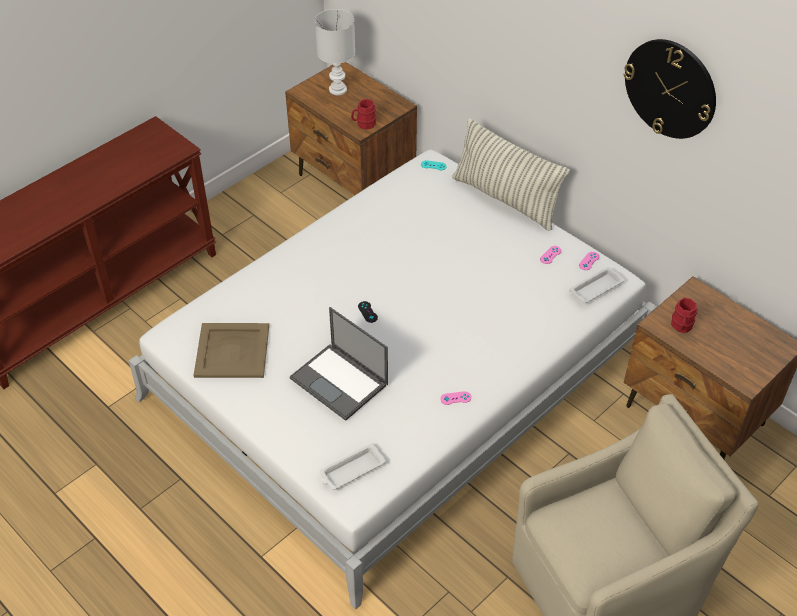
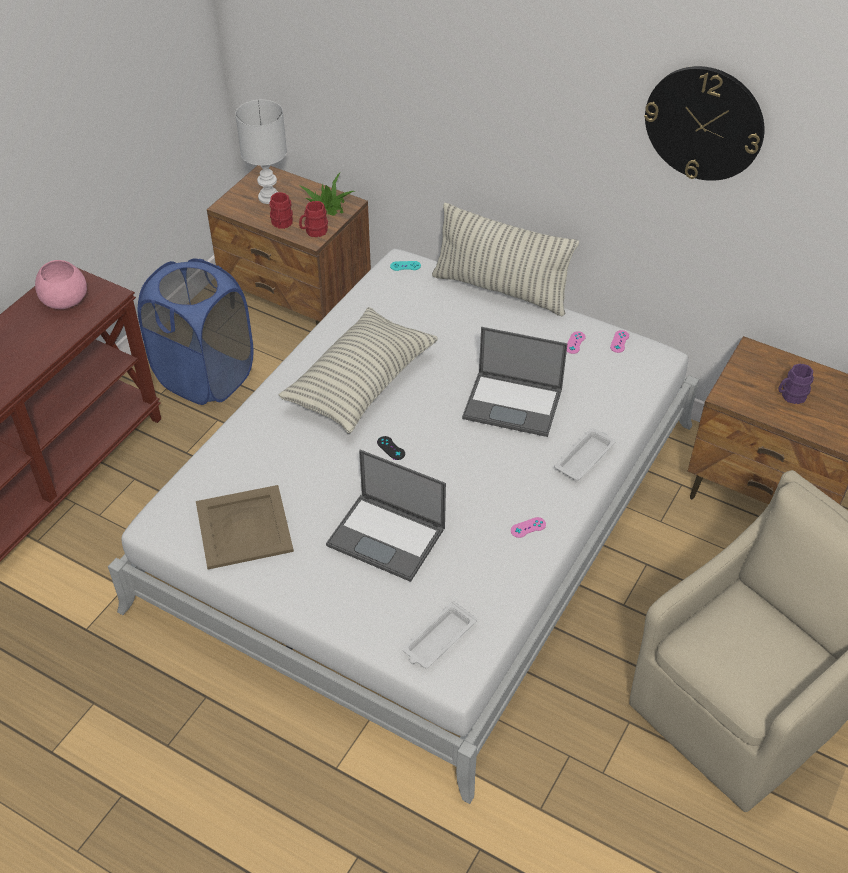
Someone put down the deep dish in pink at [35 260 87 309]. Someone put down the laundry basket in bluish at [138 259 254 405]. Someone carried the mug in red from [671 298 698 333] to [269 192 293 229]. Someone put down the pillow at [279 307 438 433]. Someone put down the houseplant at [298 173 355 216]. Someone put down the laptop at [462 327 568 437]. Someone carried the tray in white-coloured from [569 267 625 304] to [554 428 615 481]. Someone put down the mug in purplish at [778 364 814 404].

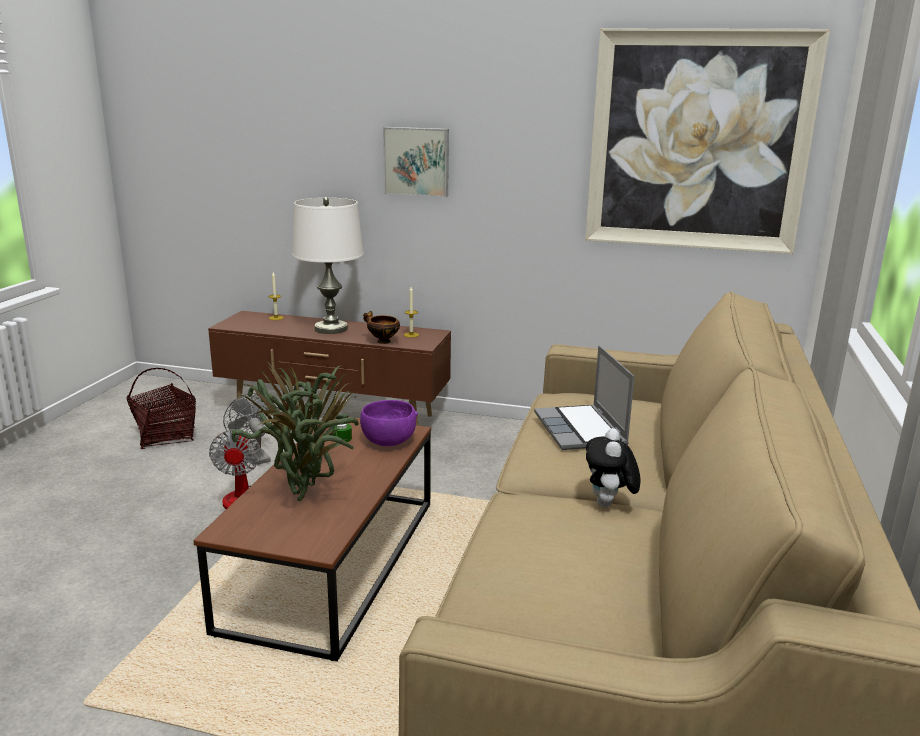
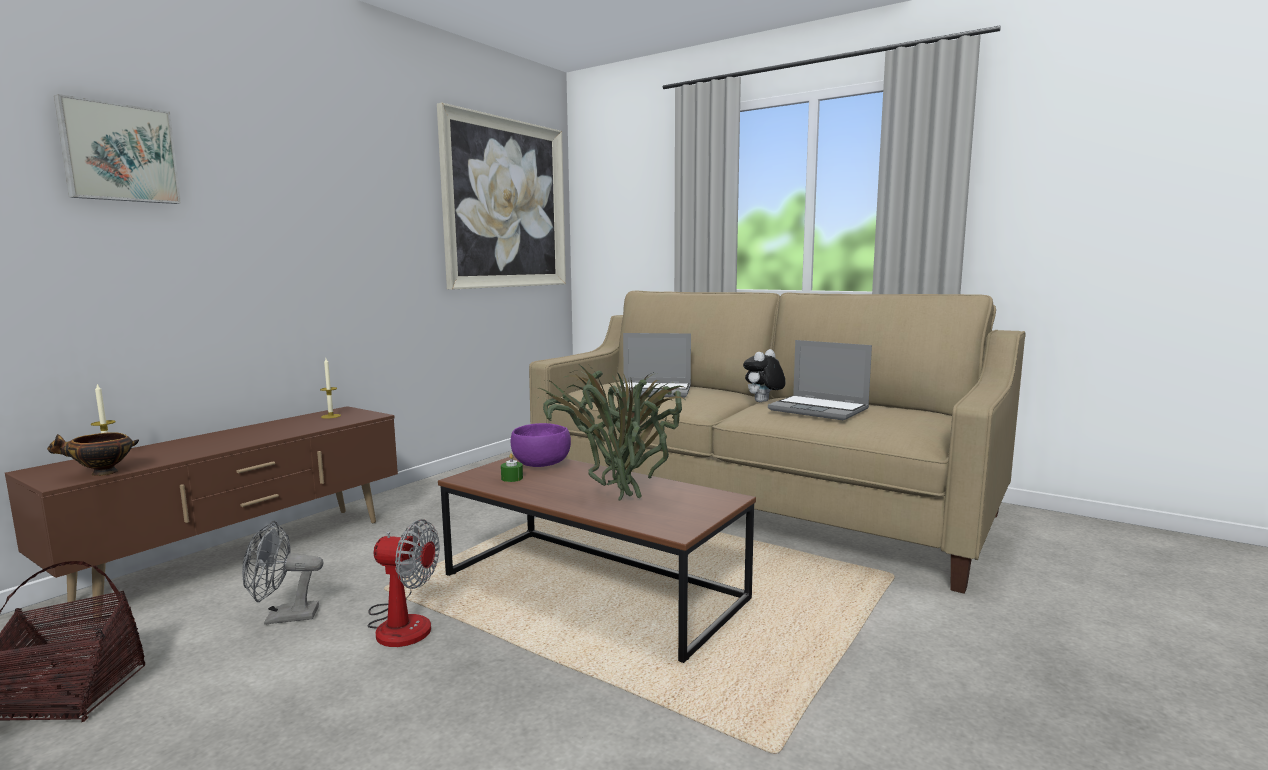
Someone carried the deep dish from [363 311 400 344] to [47 432 139 476]. Someone carried the wall picture from [383 127 449 197] to [54 94 181 204]. Someone rotated the plush toy at [586 428 641 508] by 105 degrees clockwise. Someone put down the laptop at [768 340 872 421]. Someone took away the tabletop lamp in white-coloured at [292 197 364 334].

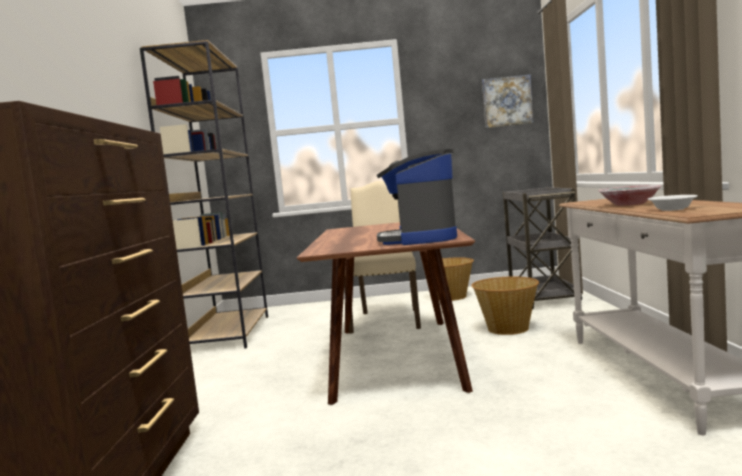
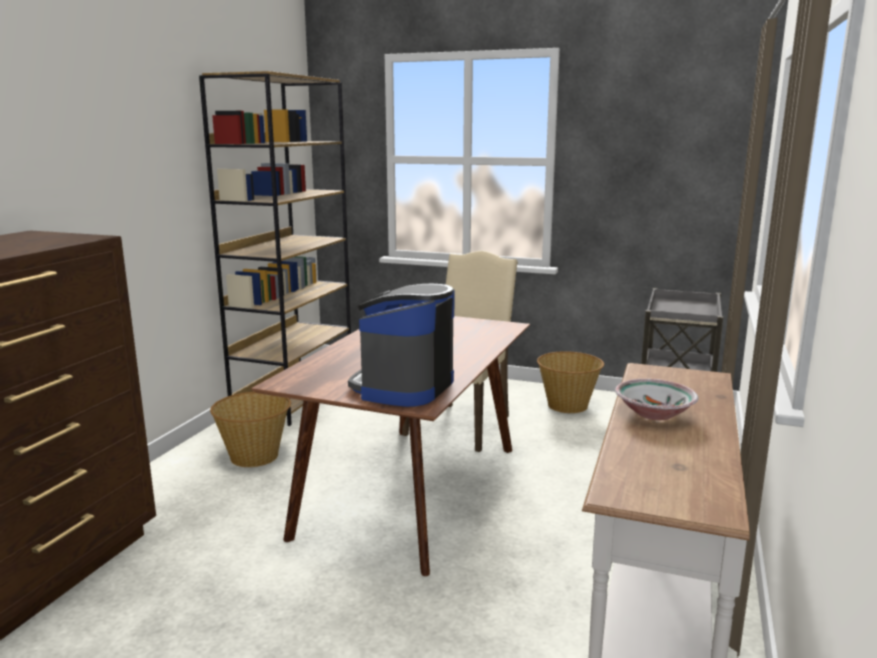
Someone carried the household basket from [471 277 539 335] to [210 392 291 467]. Someone took away the wall picture at [482 75 534 128]. Someone took away the deep dish in white-coloured at [648 195 698 211].

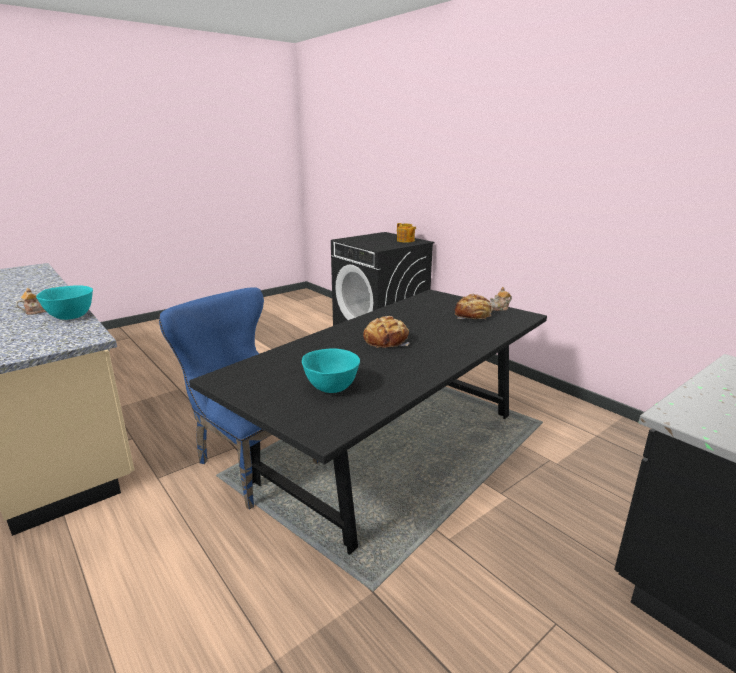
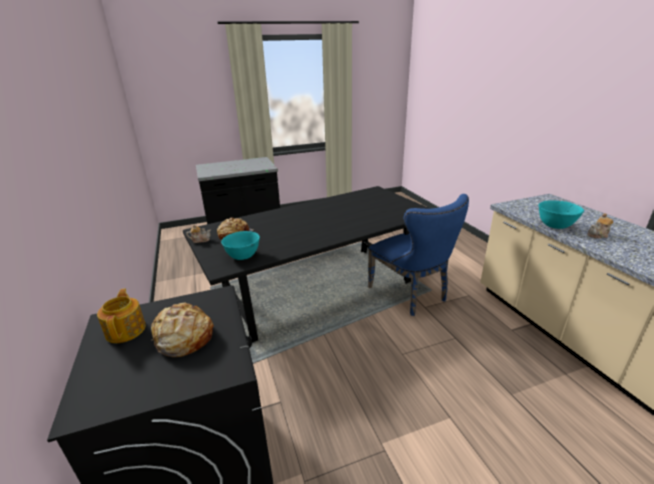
Someone carried the bread from [363 316 409 348] to [151 303 214 357]. Someone carried the deep dish in turquoise from [302 348 360 393] to [221 231 260 260].

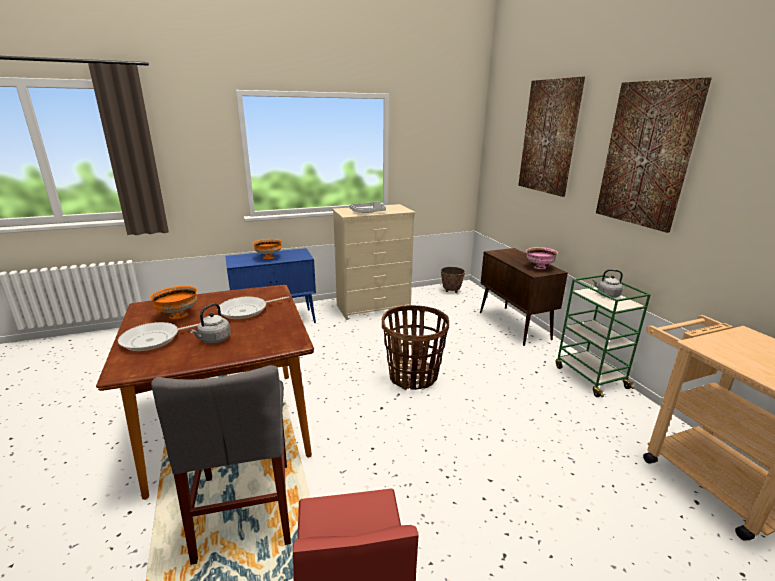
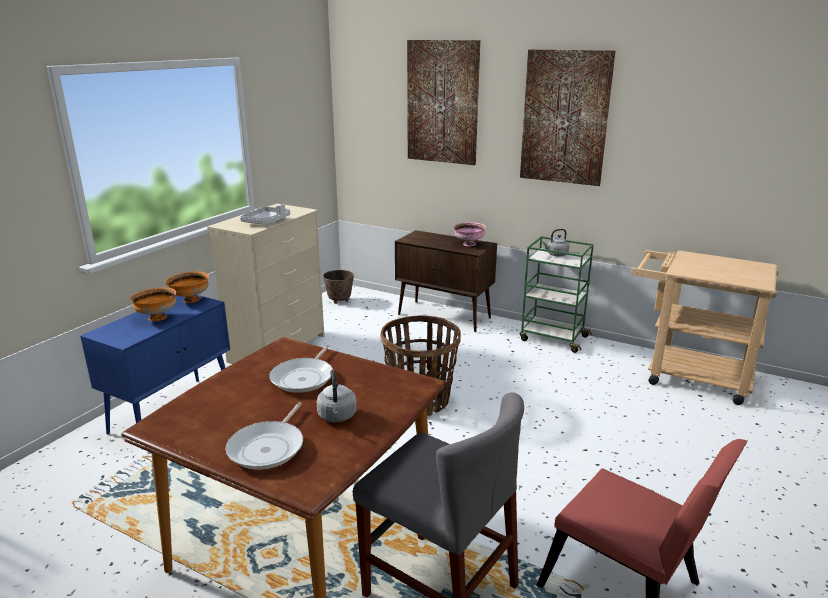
Someone carried the deep dish in orange-coloured from [149 286 197 319] to [165 271 209 303].

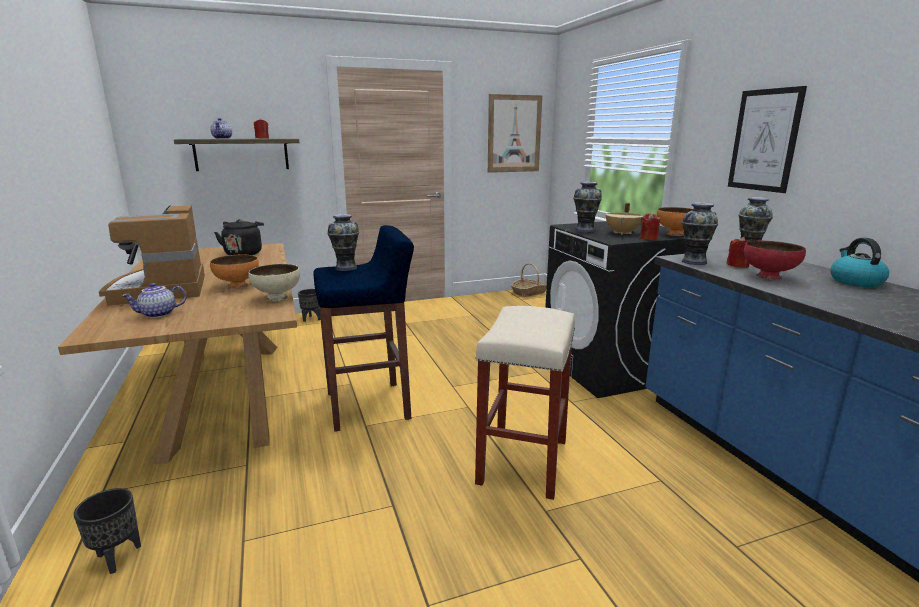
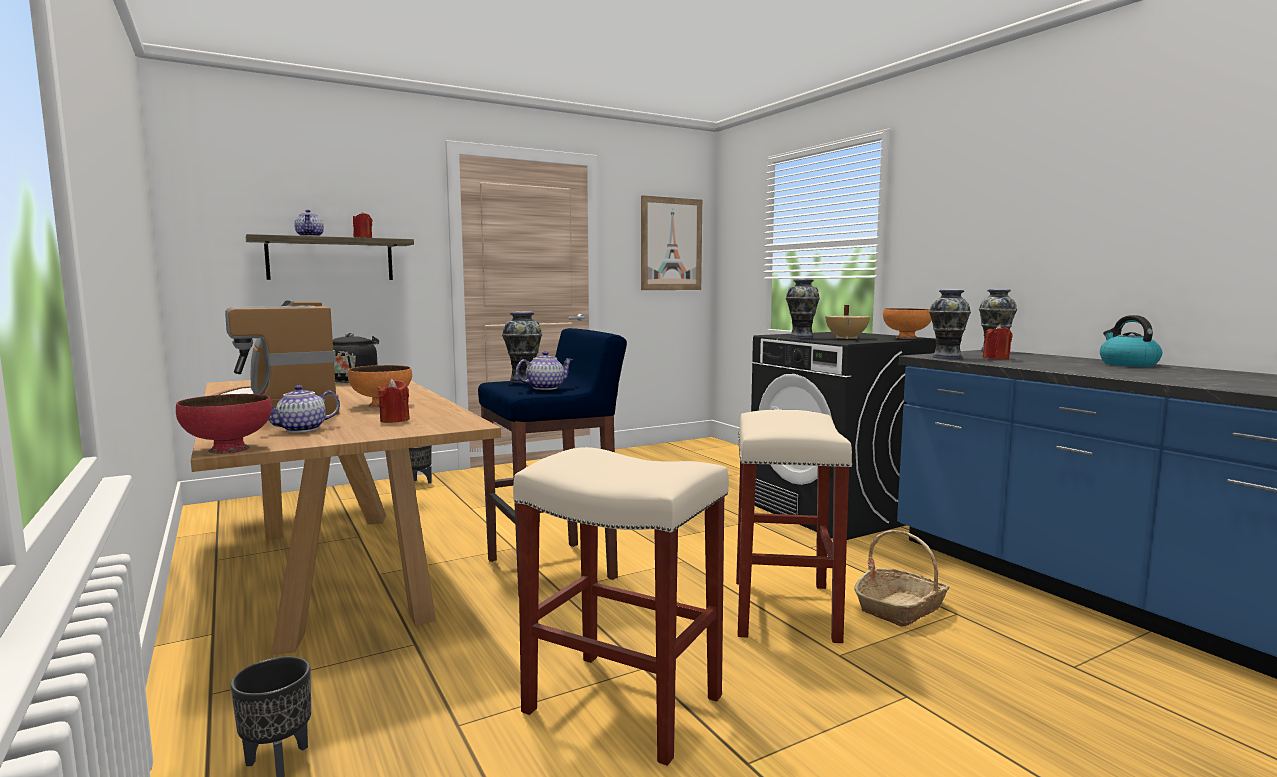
Someone carried the deep dish in red from [744 241 806 280] to [176 394 272 453]. Someone carried the wax light in red from [640 213 660 240] to [378 379 410 423]. Someone put down the stool seat in sand-coloured at [513 447 729 766]. Someone put down the tea pot at [516 351 573 390]. Someone carried the household basket from [511 263 547 297] to [854 530 949 627]. Someone took away the deep dish in sand-coloured at [248 264 300 301]. Someone took away the wall picture at [728 86 807 193].

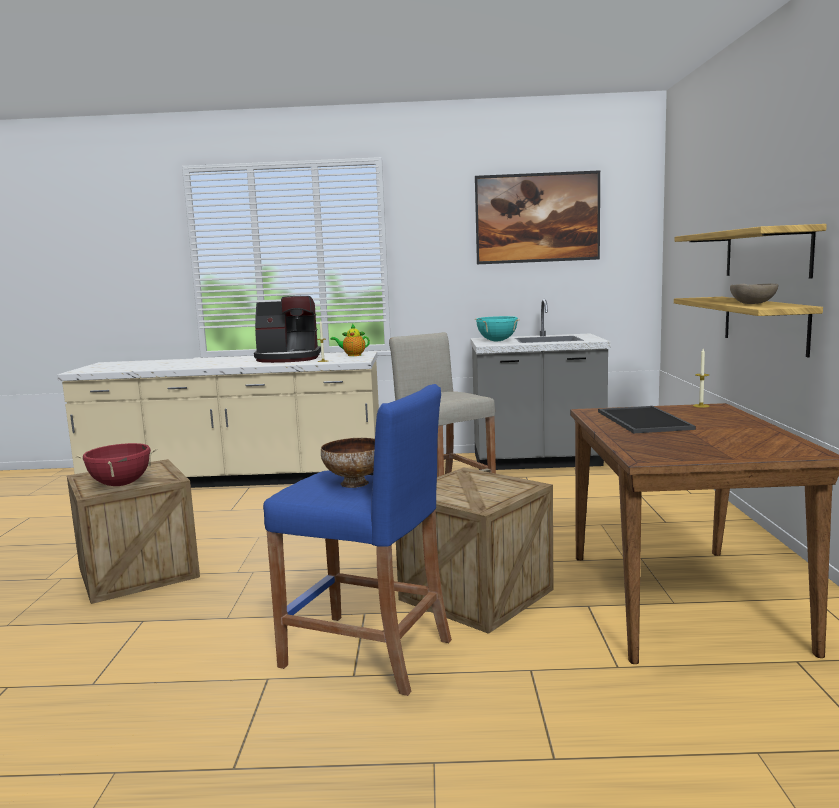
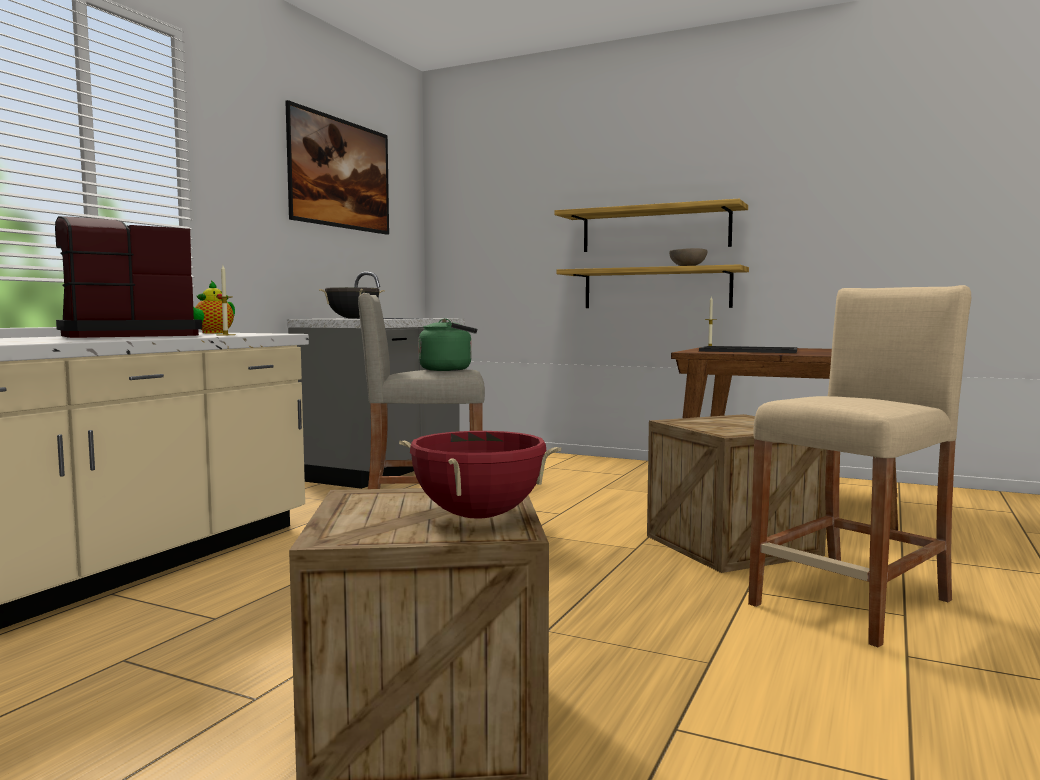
Someone rotated the coffee machine at [254 296 321 363] by 150 degrees counterclockwise. Someone repainted the saucepot in turquoise at [475 316 520 341], which became the saucepot in black at [319 287 385 319]. Someone put down the kettle in green at [419 318 477 371]. Someone repainted the stool seat in bluish at [263 384 452 696], which became the stool seat in sand-coloured at [748 285 971 648]. Someone took away the deep dish at [321 438 375 488].

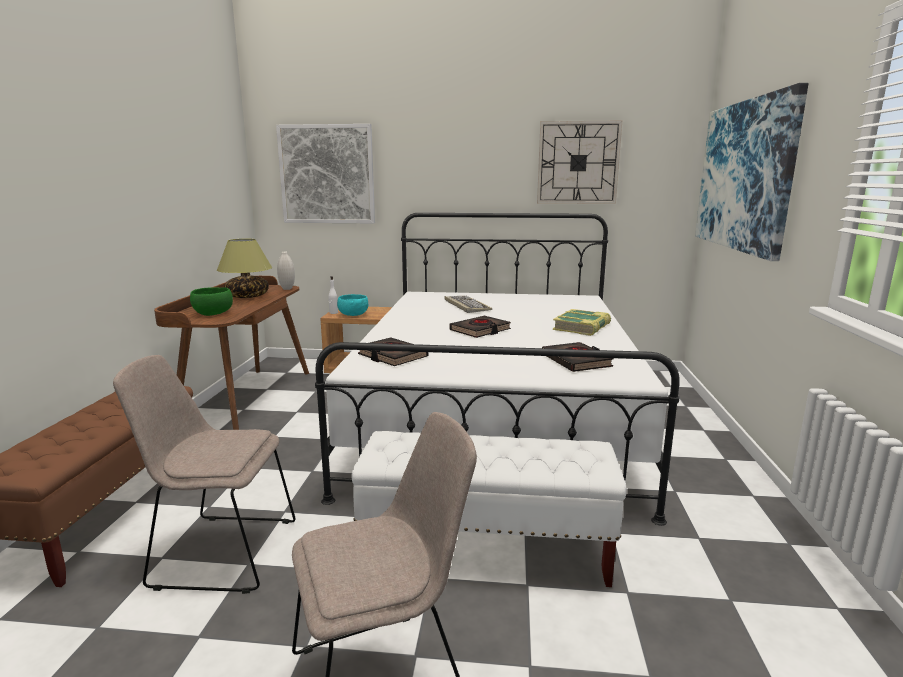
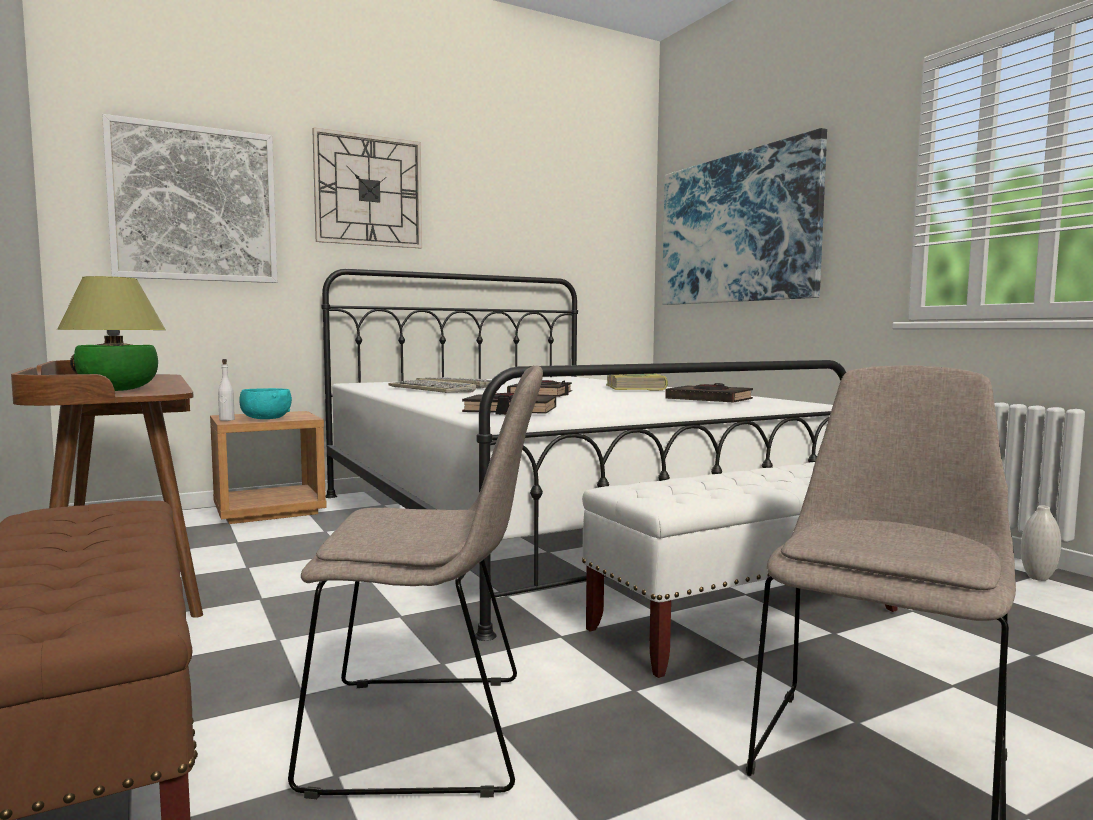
Someone rotated the plain chair in sand-coloured at [113 355 296 594] by 150 degrees counterclockwise. Someone carried the clock on the wall from [537 120 622 204] to [312 127 422 248]. Someone put down the computer keyboard at [388 379 476 393]. Someone carried the vase in white-coloured from [277 252 295 290] to [1021 505 1061 581].

